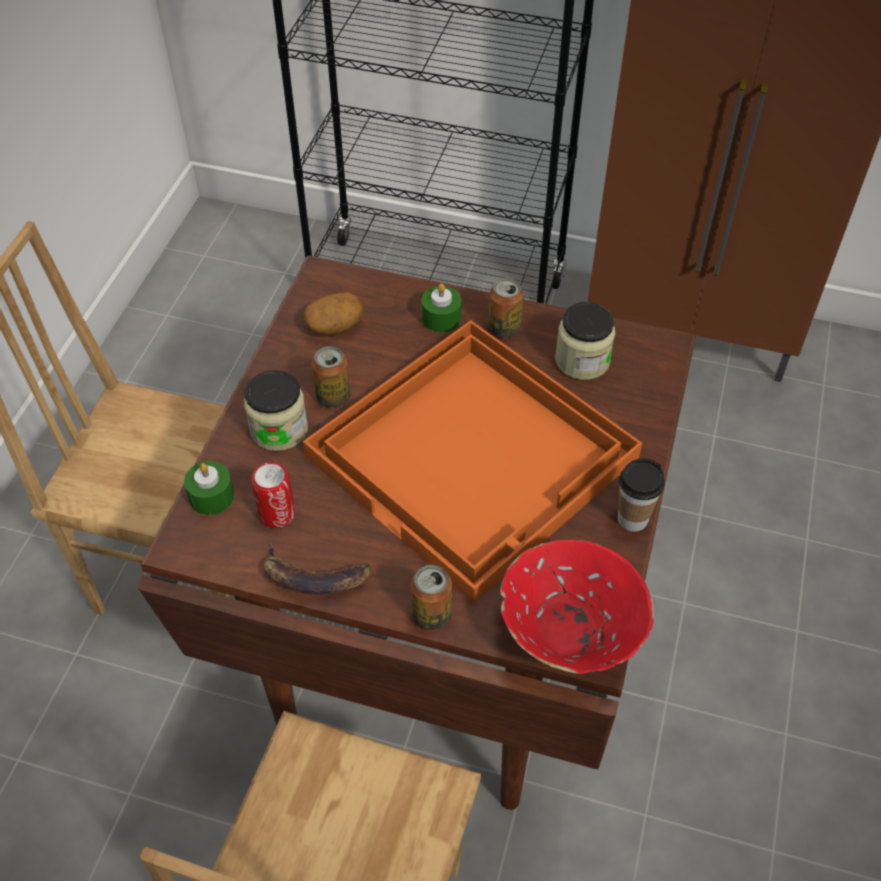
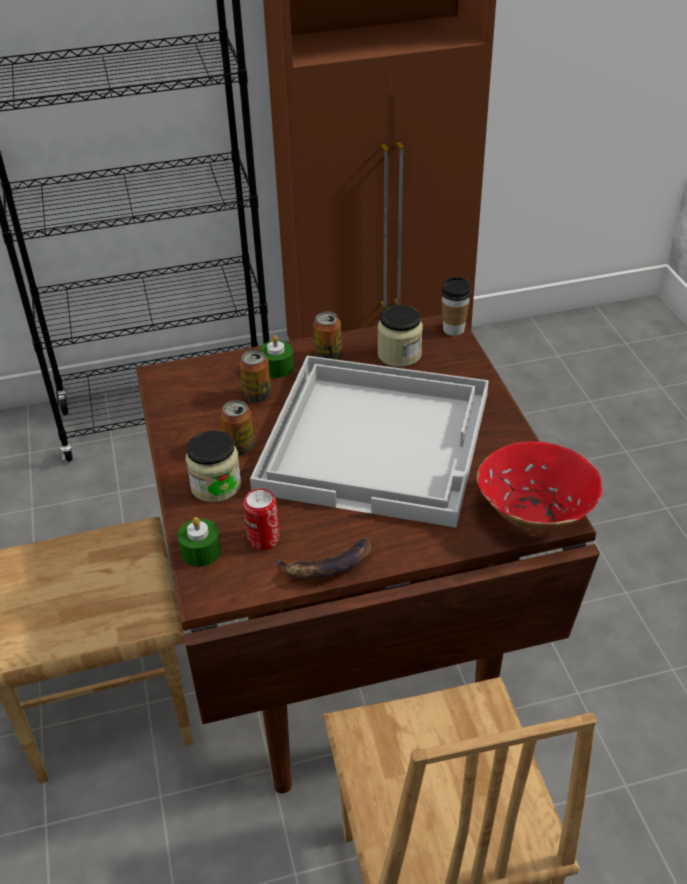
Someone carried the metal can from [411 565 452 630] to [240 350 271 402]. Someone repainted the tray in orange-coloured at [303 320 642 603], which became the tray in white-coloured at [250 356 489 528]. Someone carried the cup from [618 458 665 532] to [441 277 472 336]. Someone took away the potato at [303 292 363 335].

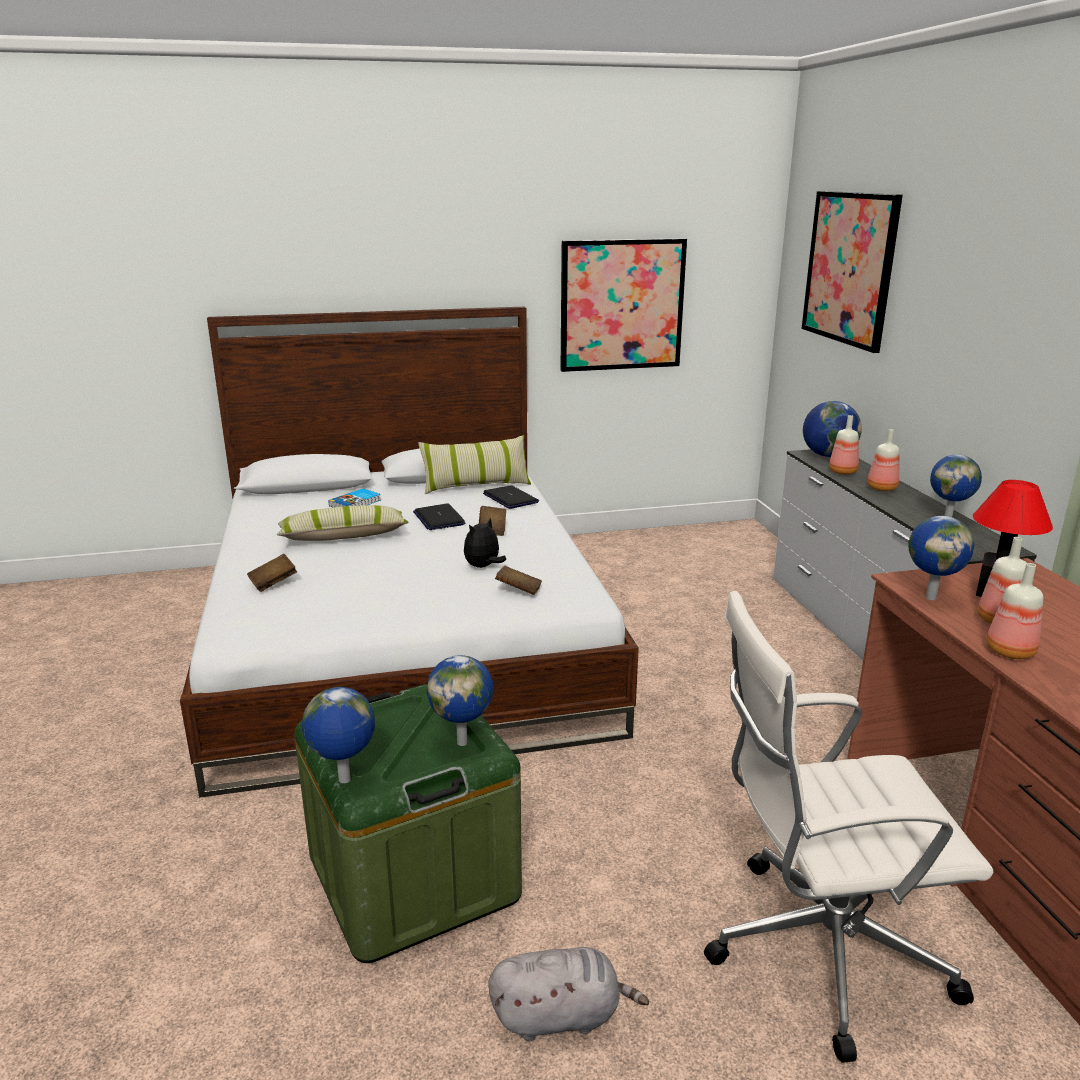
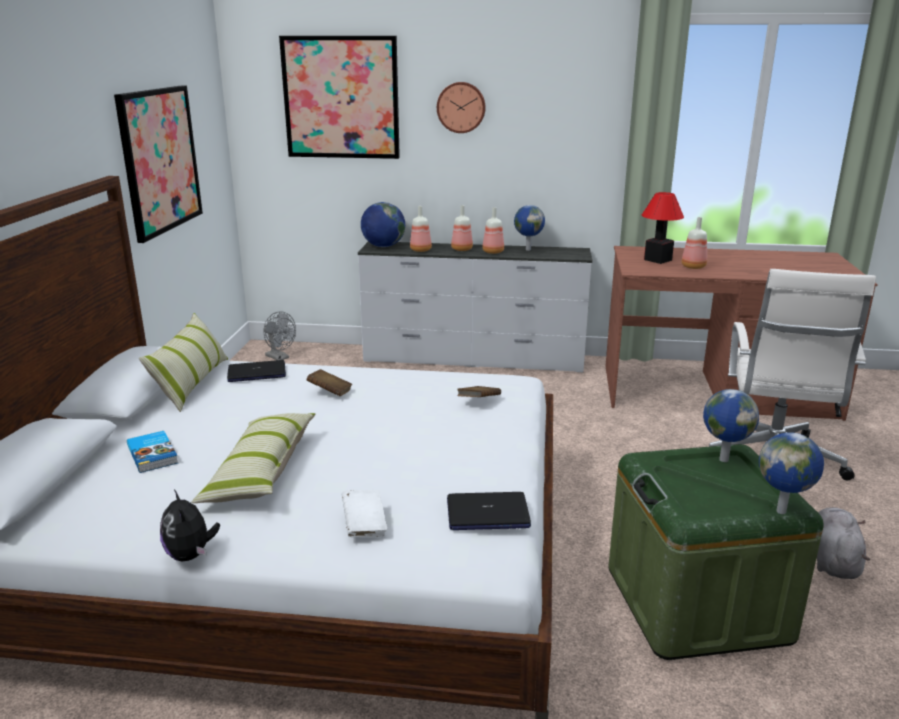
Someone carried the plush toy from [464 517 506 568] to [160 489 220 561]. Someone put down the fan in gray at [263 311 296 360]. Someone repainted the bound book in brown at [247 554 297 592], which became the bound book in white-coloured at [342 490 387 537]. Someone put up the clock on the wall at [437 82 486 133]. Someone carried the laptop from [413 503 465 530] to [447 492 531 530]. Someone carried the beverage bottle from [986 563 1043 659] to [482 207 504 254]. Someone took away the desk globe at [908 516 974 600].

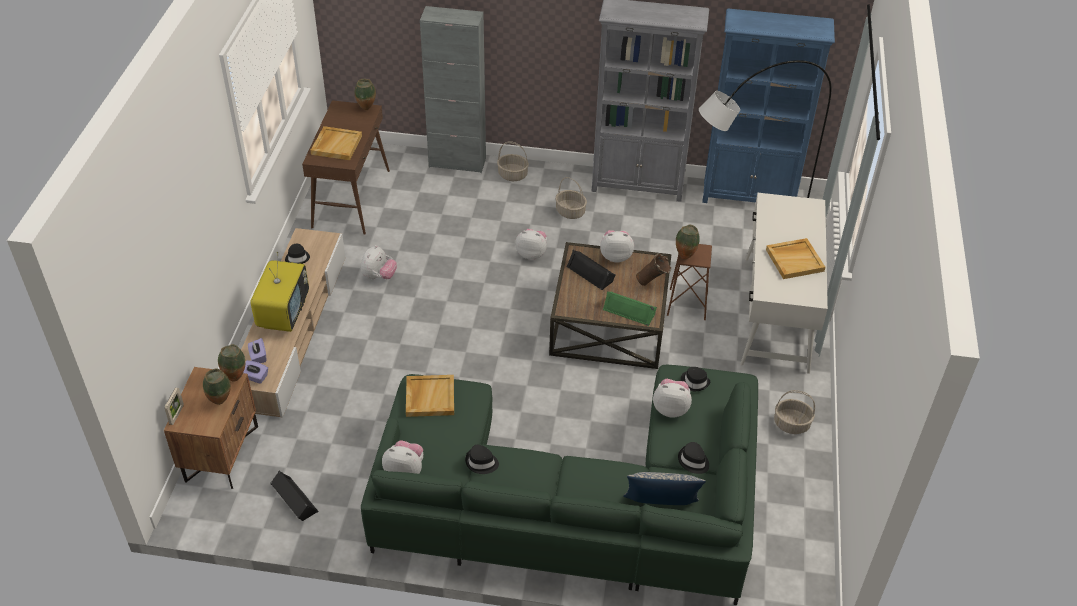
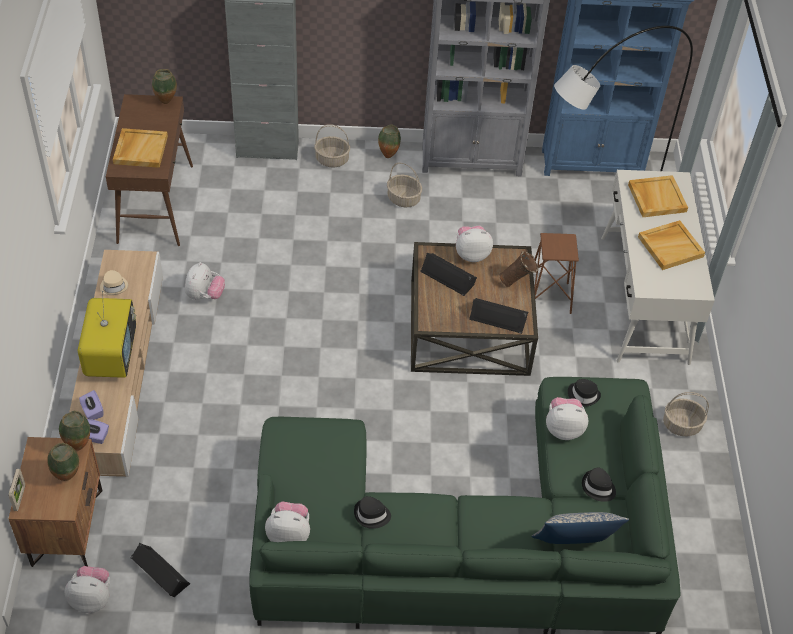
Someone carried the plush toy from [515 229 547 260] to [64 566 110 613]. Someone repainted the hat in black at [285 244 310 264], which became the hat in sand-coloured at [100 270 128 295]. Someone carried the vase from [676 225 700 260] to [378 124 401 158]. Someone repainted the speaker in green at [603 291 657 326], which became the speaker in black at [469 298 528 334]. Someone carried the tray in sand-coloured from [406 375 454 417] to [628 175 688 217].

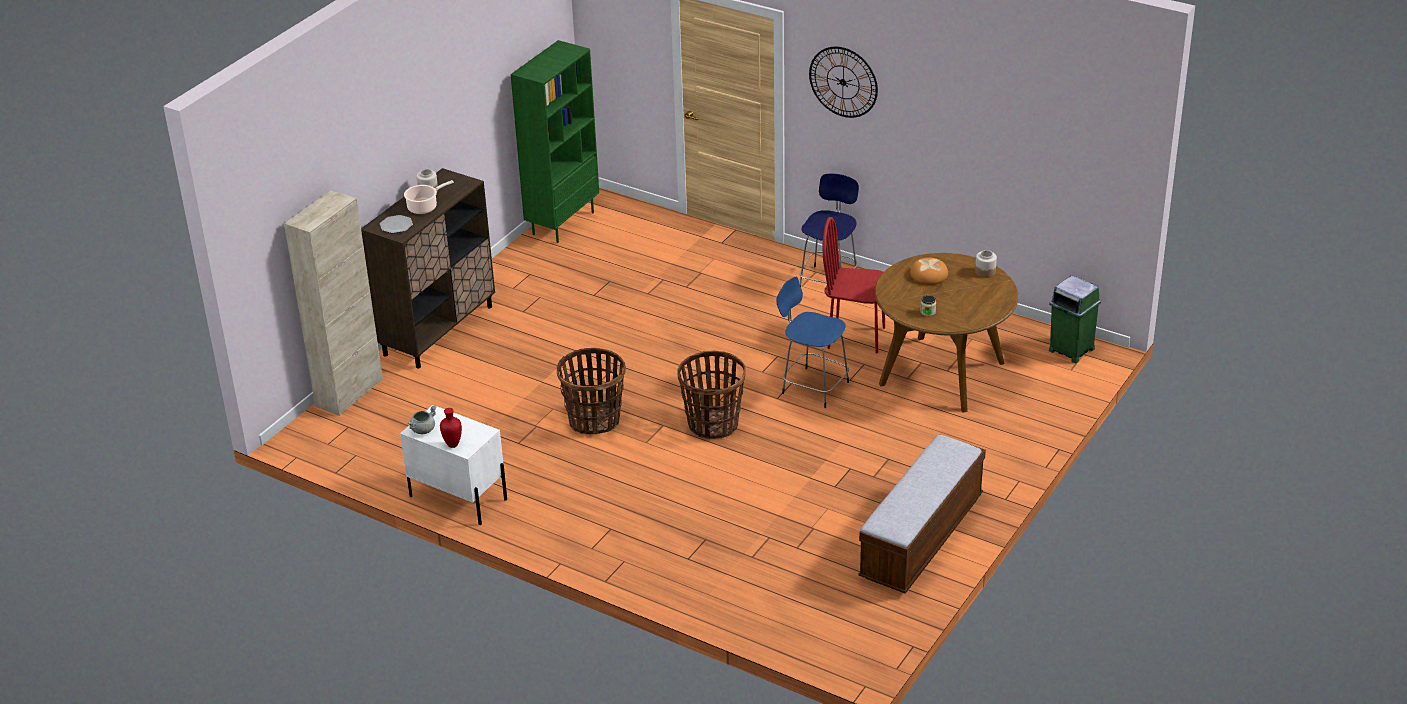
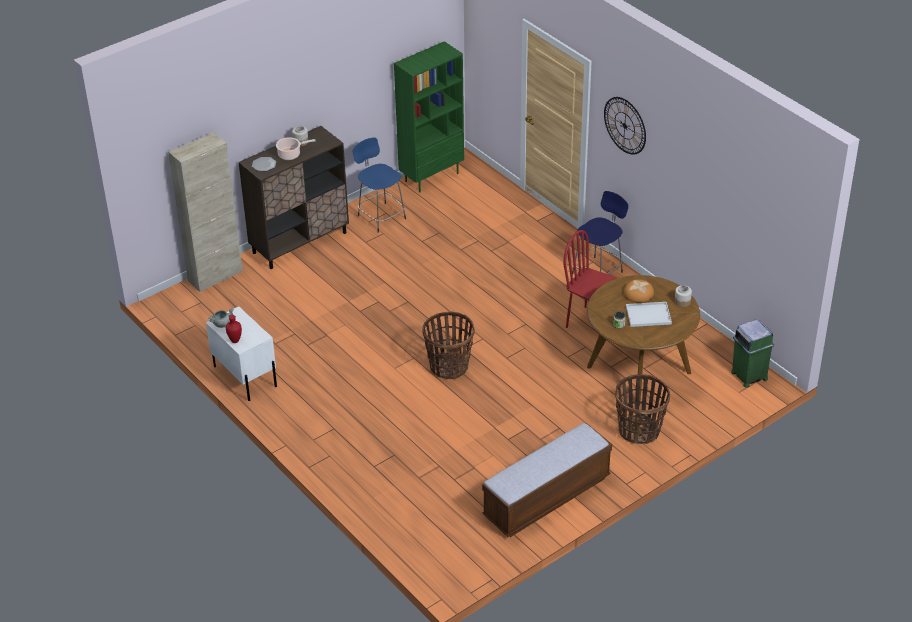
Someone carried the stool seat in bluish from [776 277 849 408] to [353 138 406 233]. Someone carried the household basket from [557 348 626 434] to [615 374 670 444]. Someone put down the tray in white-coloured at [626 302 672 327].

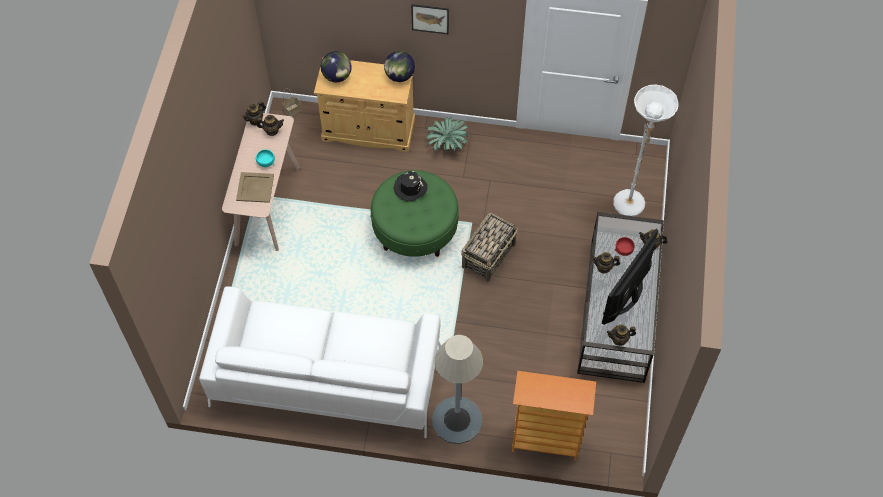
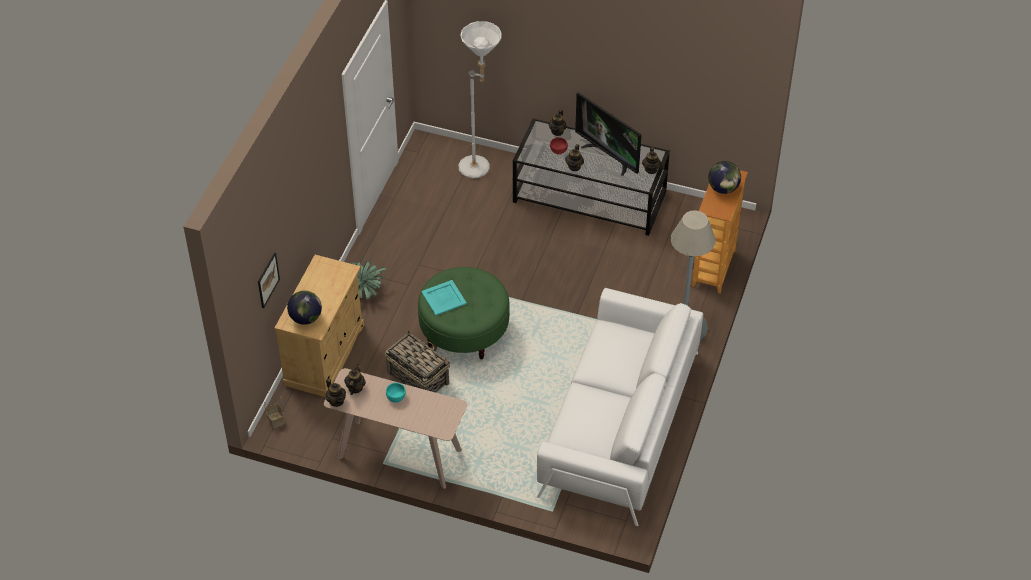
Someone carried the wall picture from [411 4 449 34] to [258 253 280 308]. Someone carried the household basket from [461 213 518 282] to [385 330 450 393]. Someone swapped the hat in black at [393 171 428 201] for the tray in turquoise at [421 280 467 316]. Someone carried the desk globe from [384 51 415 82] to [708 161 741 194]. Someone took away the tray in sand-coloured at [236 172 274 203].

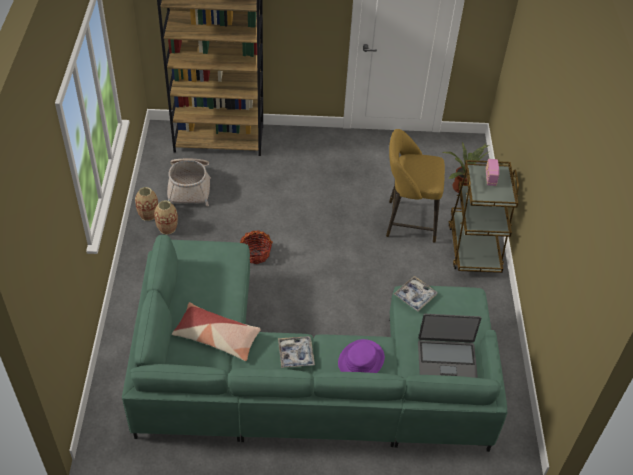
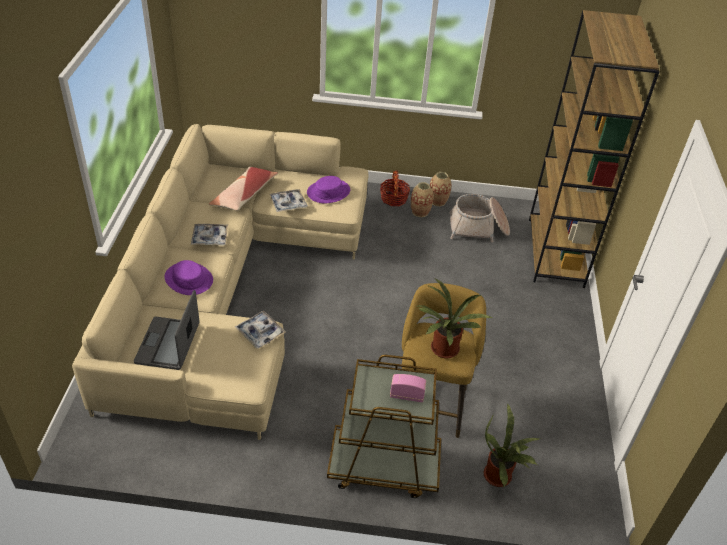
Someone repainted the couch in green at [122 234 507 452], which became the couch in sand-coloured at [72 124 368 440]. Someone put down the tray at [270 189 308 212]. Someone put down the hat in purplish at [307 176 350 203]. Someone carried the household basket from [240 230 273 264] to [380 171 410 206]. Someone put down the houseplant at [416 278 492 358].

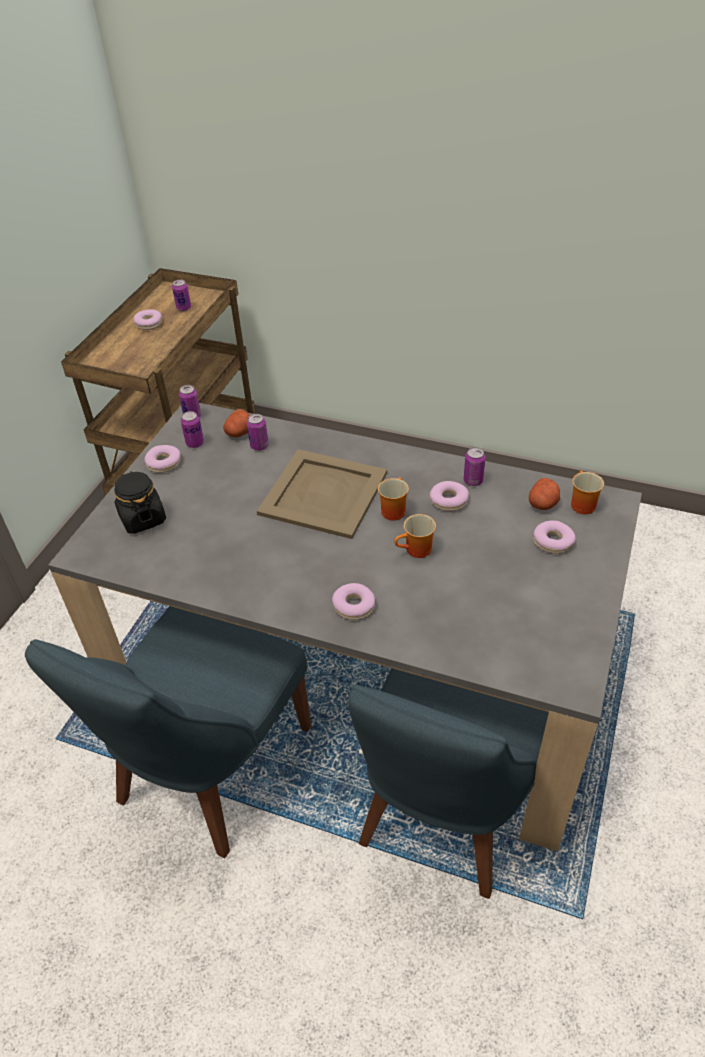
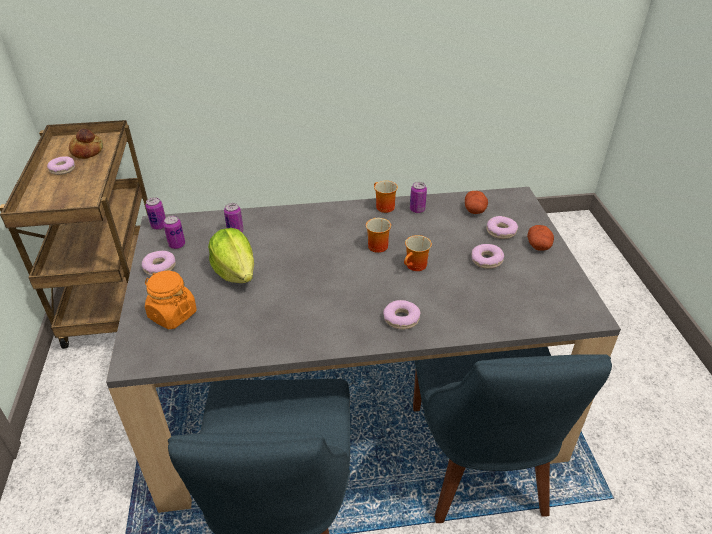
Someone swapped the metal can at [172 280 191 311] for the bread at [69 129 103 159]. Someone repainted the jar in black at [114 471 166 534], which became the jar in orange-coloured at [145 271 197 329]. Someone put down the lettuce head at [208 228 254 283]. Someone carried the mug from [571 471 604 515] to [374 181 398 213]. Someone carried the donut from [430 481 469 511] to [472 244 504 269]. Someone carried the potato from [223 409 250 437] to [527 225 554 251]. Someone took away the tray in sand-coloured at [257 449 387 539].

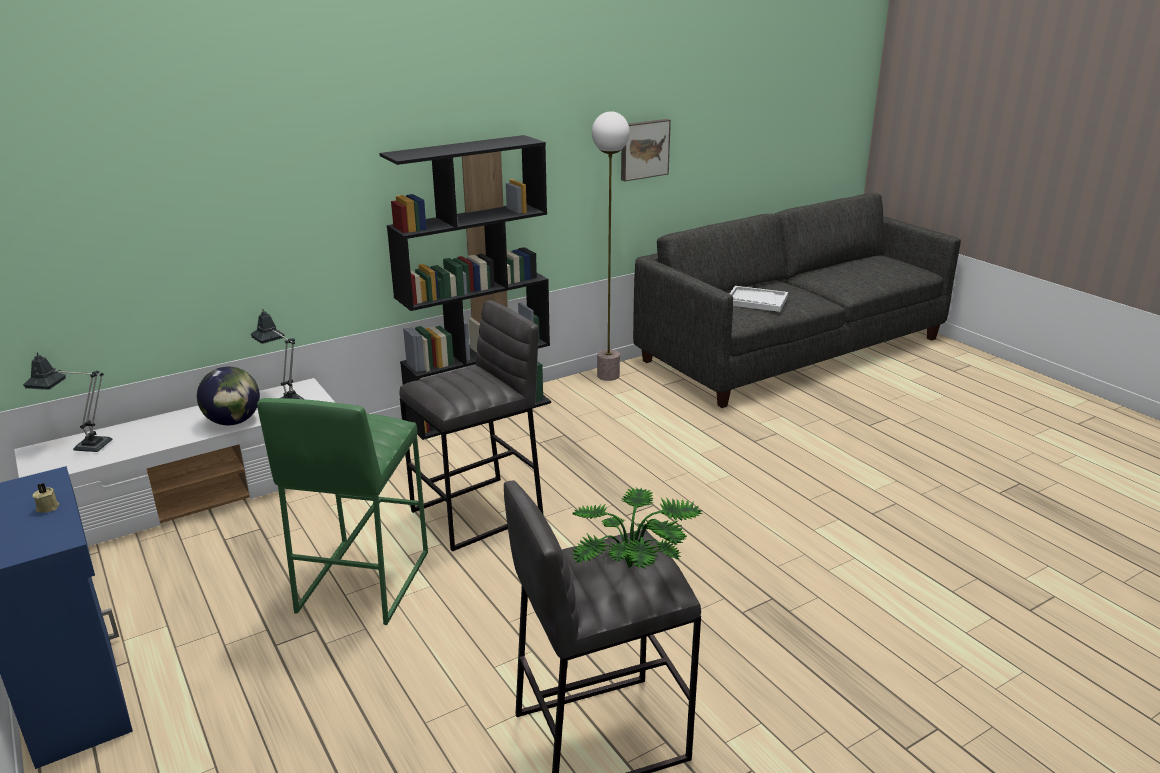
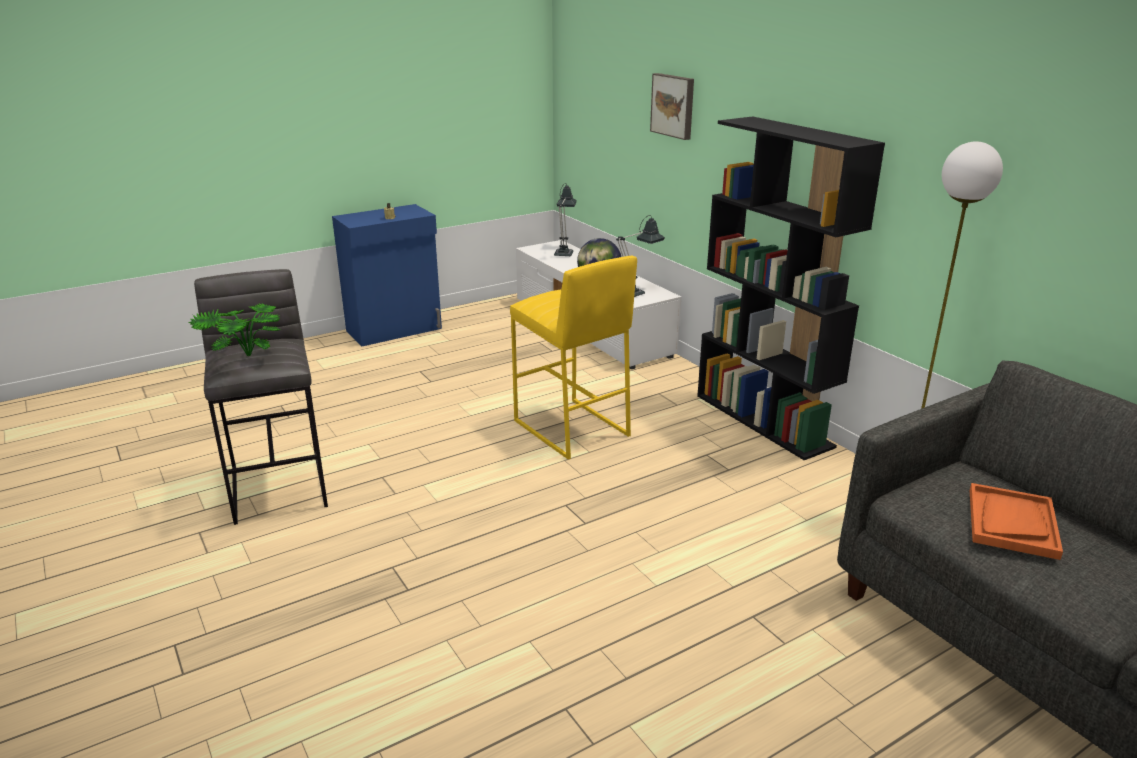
Someone repainted the stool seat in gray at [400 300 543 551], which became the stool seat in yellow at [510 256 637 460]. Someone carried the wall picture from [621 119 671 181] to [650 73 694 140]. Someone repainted the tray in white-coloured at [730 286 788 312], which became the tray in orange-coloured at [970 483 1063 560]. Someone took away the stool seat in green at [257 398 428 625].

